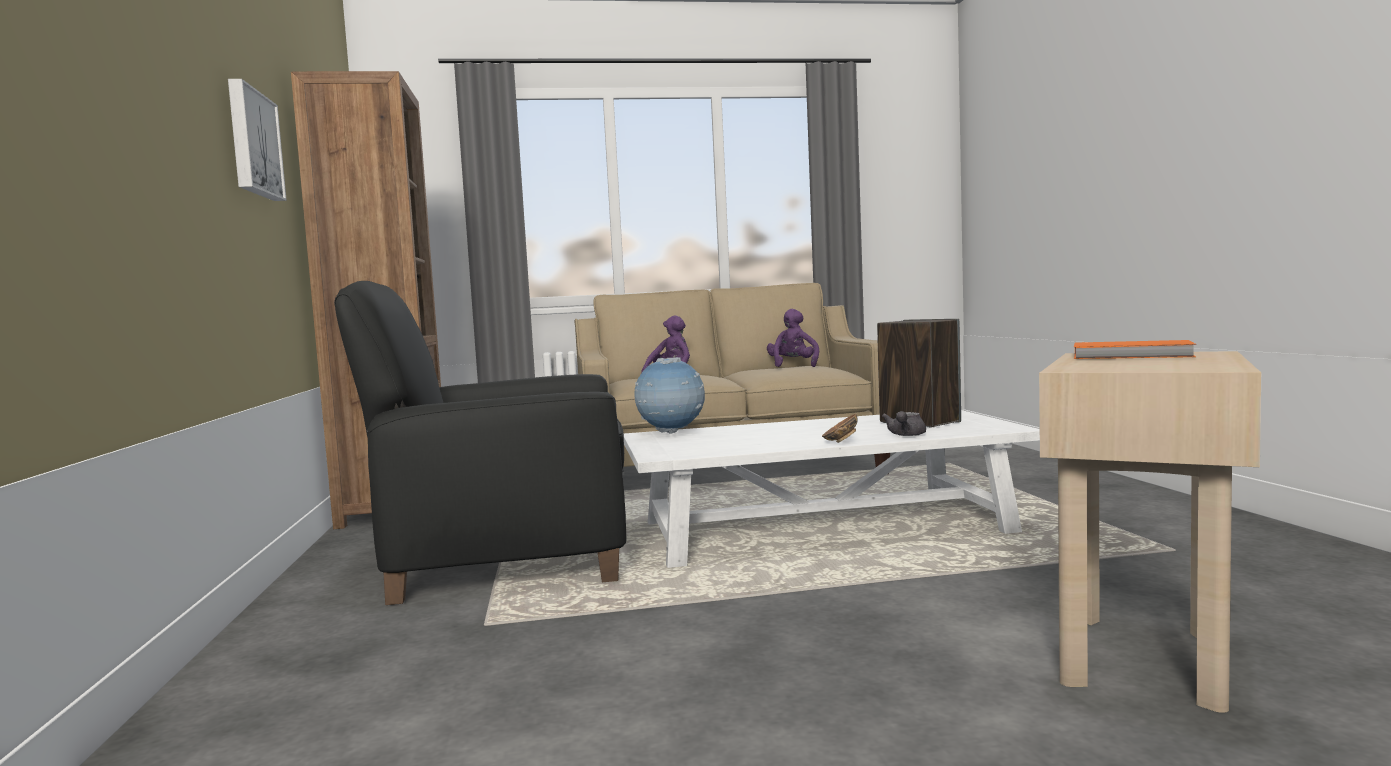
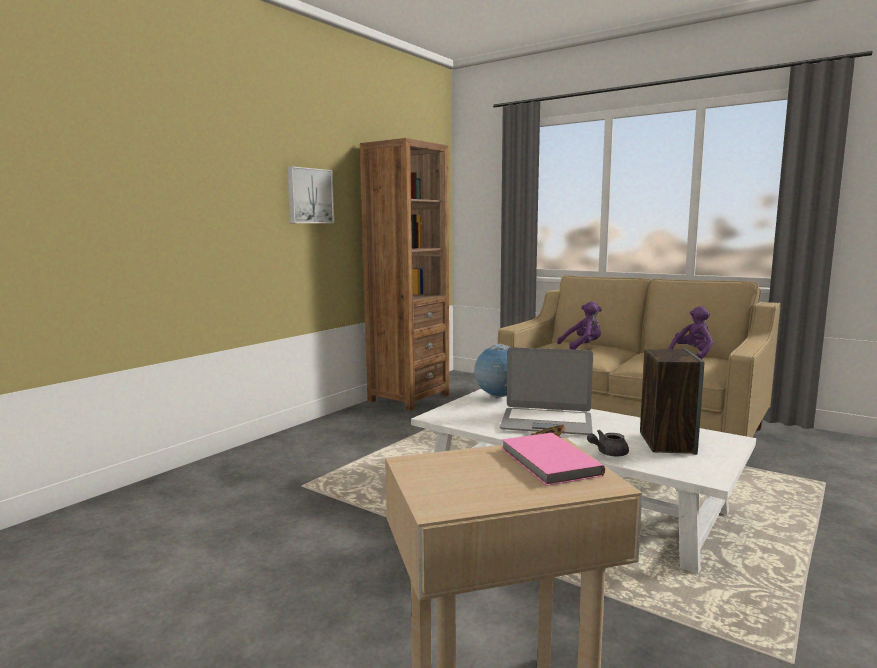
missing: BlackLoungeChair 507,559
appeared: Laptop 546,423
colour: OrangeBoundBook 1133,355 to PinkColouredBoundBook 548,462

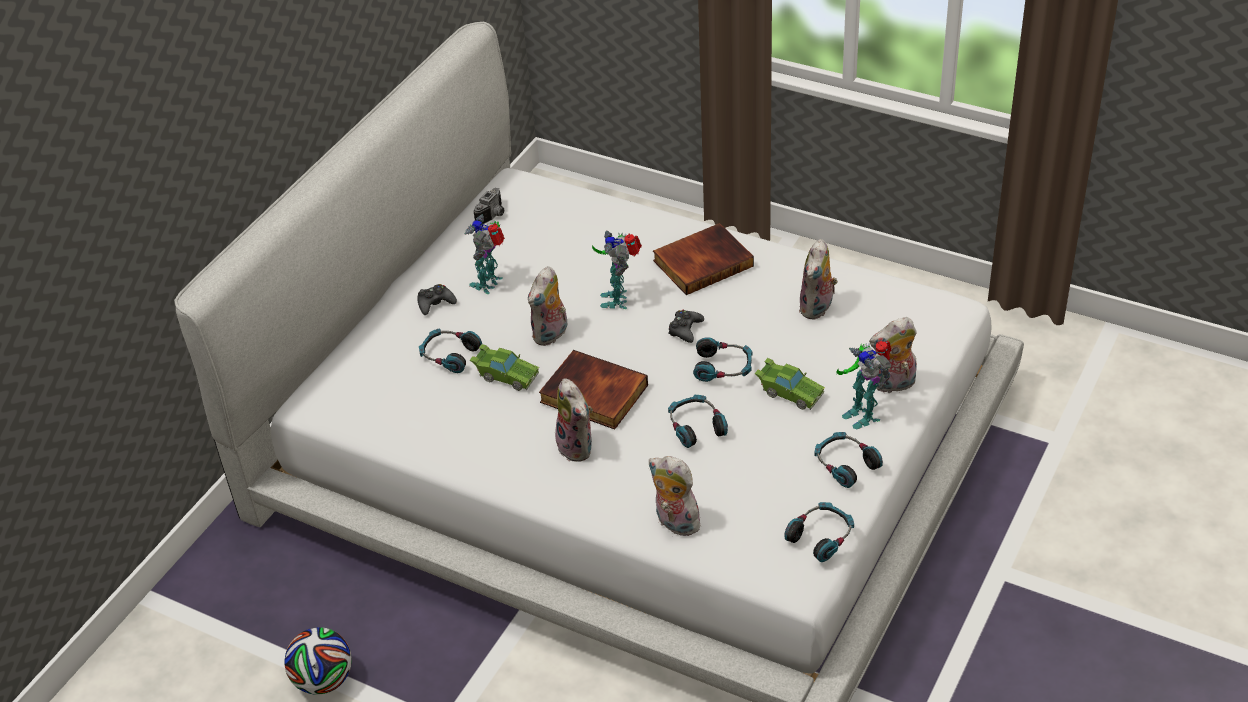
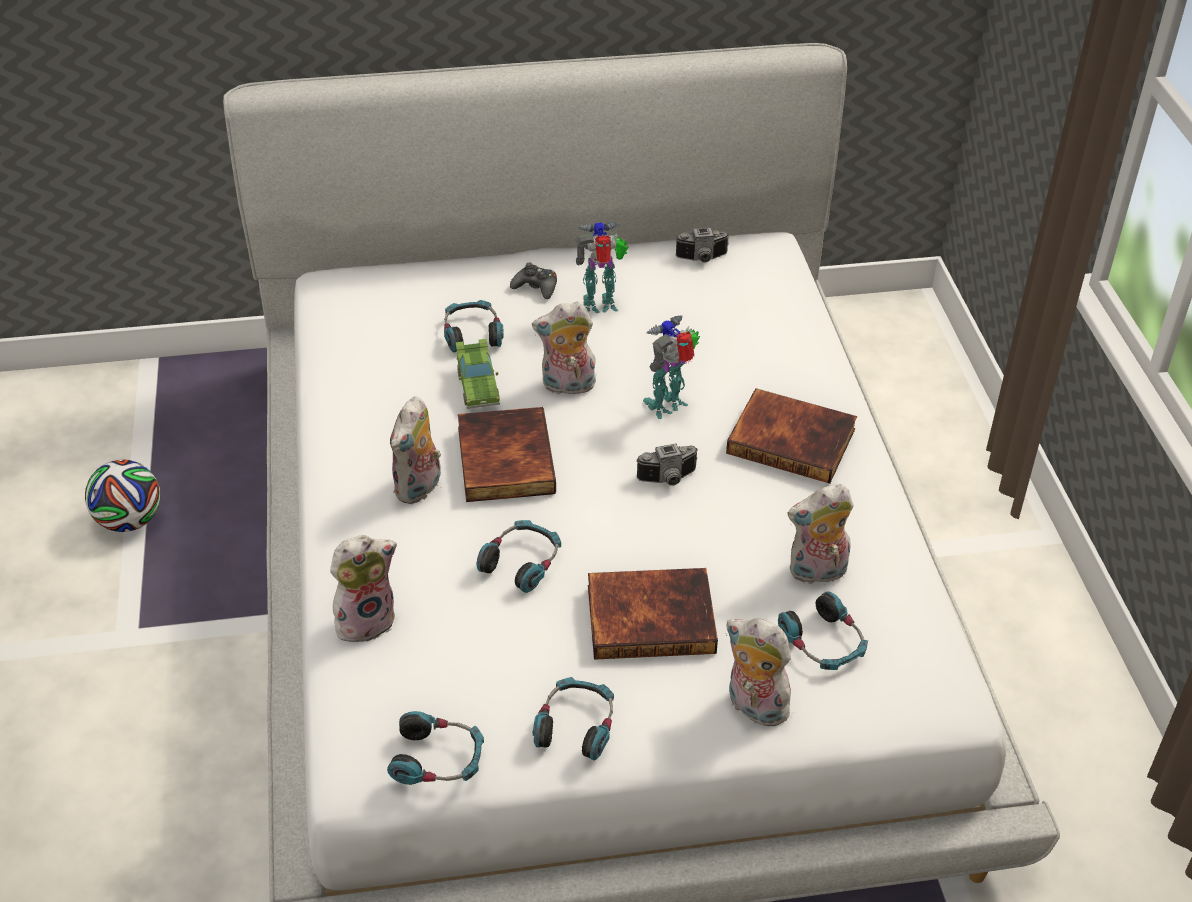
missing: ToyRobot 862,413
relocated: Headphones 723,367 to 823,643
exchanged: GreenishToyCar 789,393 to BoundBook 651,617; BlackGameController 685,330 to StillCamera 669,479
spun: CuddlyToy 674,523 = 366,620 60 degrees clockwise

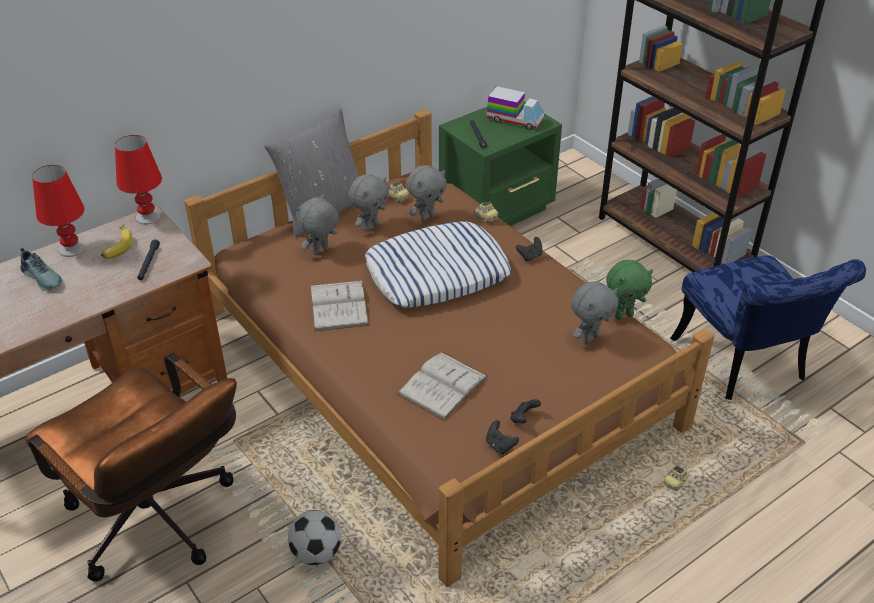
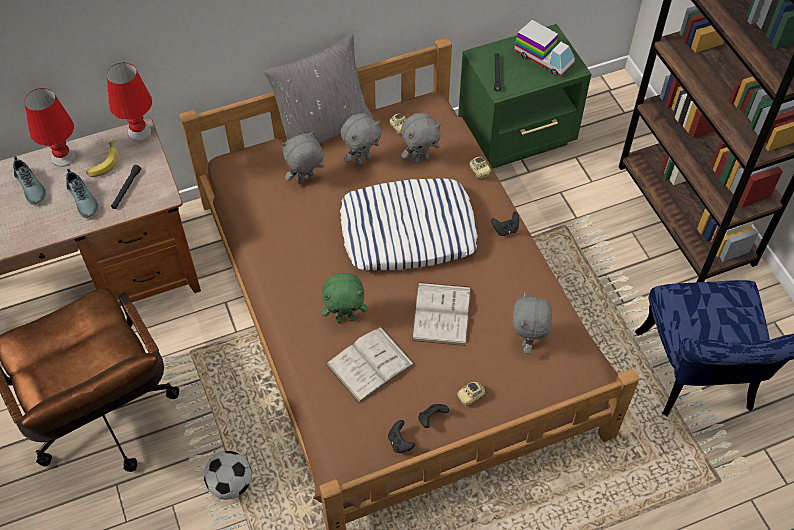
appeared: ItemOfFootwear 84,199
relocated: GreenishCuddlyToy 623,315 to 345,318; WhitishBoundBook 338,305 to 441,313; ToyCar 675,482 to 471,396
spun: GreyishCuddlyToy 589,338 = 527,342 120 degrees clockwise

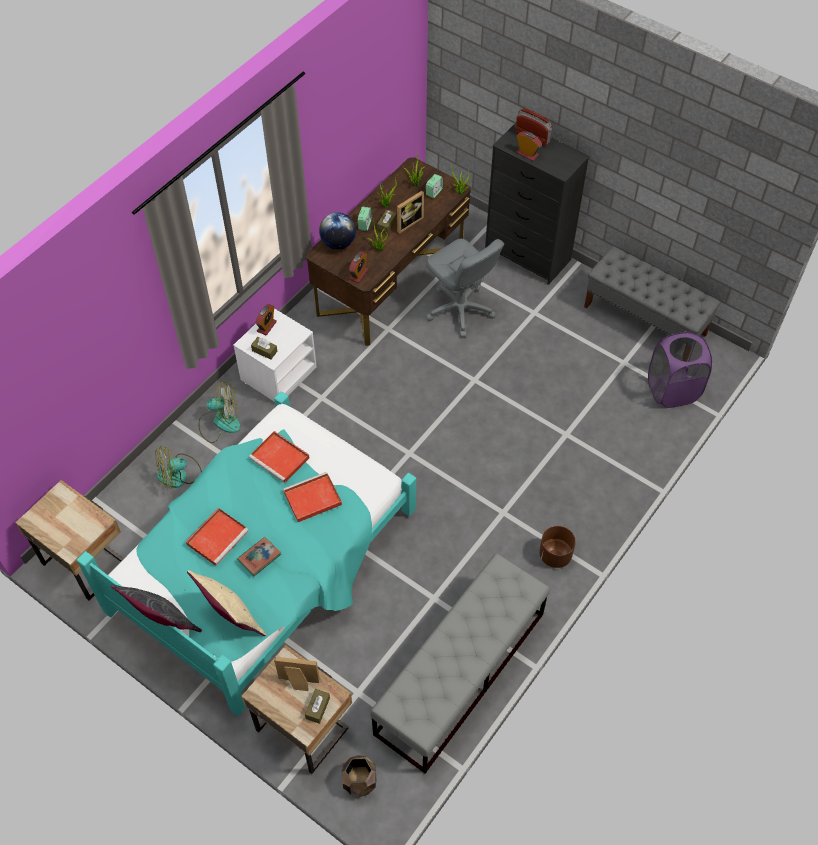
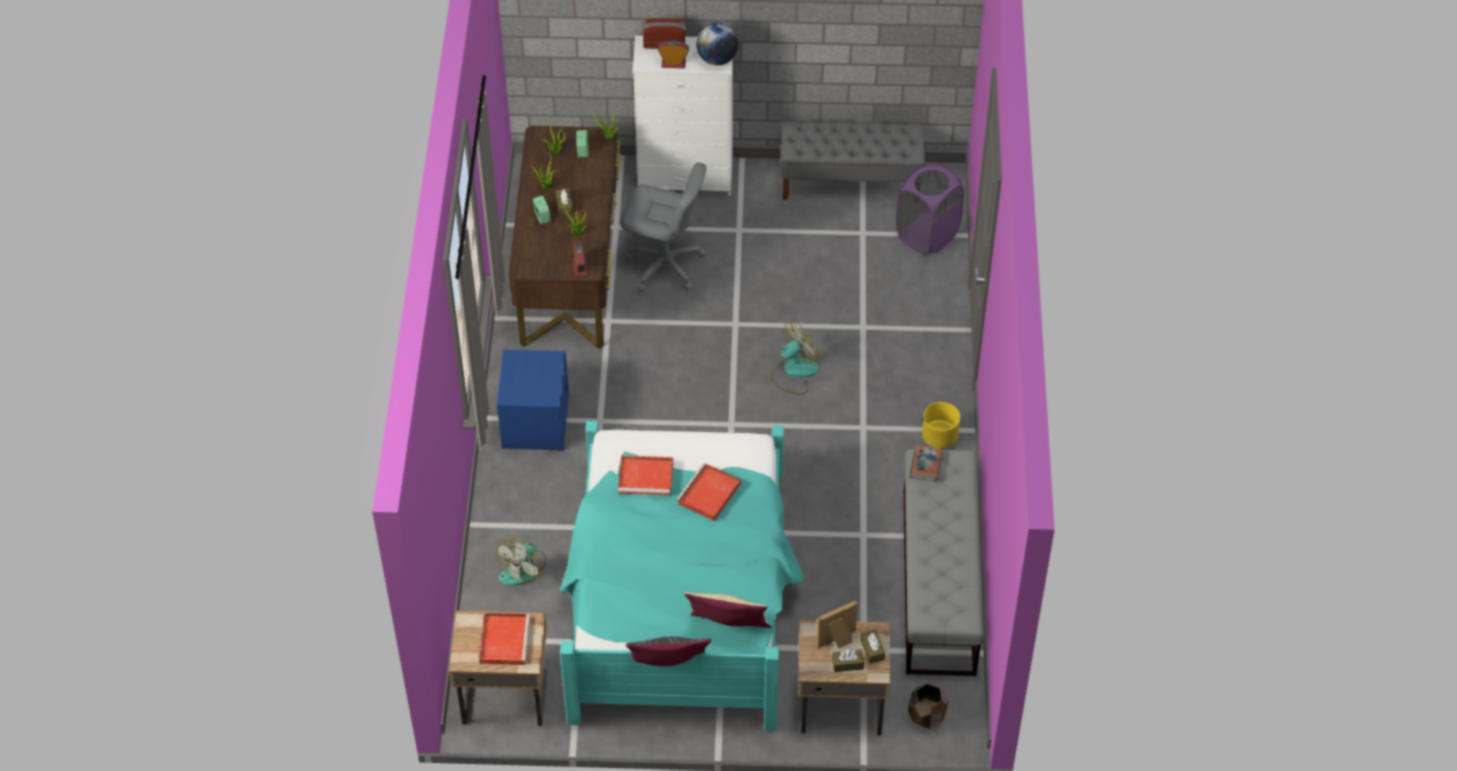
missing: TableClock 266,326; PhotoFrame 408,222
relocated: ReddishCarryingTray 218,537 to 504,639; Globe 338,243 to 717,59; Fan 220,422 to 794,372; BrownTissueBox 264,351 to 847,664; BoundBook 259,557 to 926,465
colour: WhitishNightTable 278,373 to BluishNightTable 534,421; BlackDrawerChest 528,255 to WhitishDrawerChest 686,176; BrownPlanter 555,555 to YellowColouredPlanter 939,437

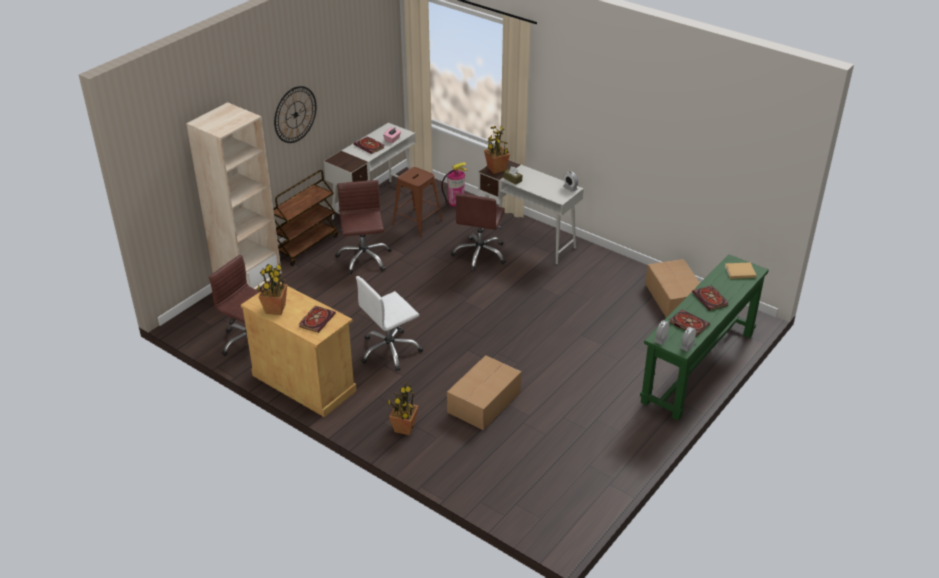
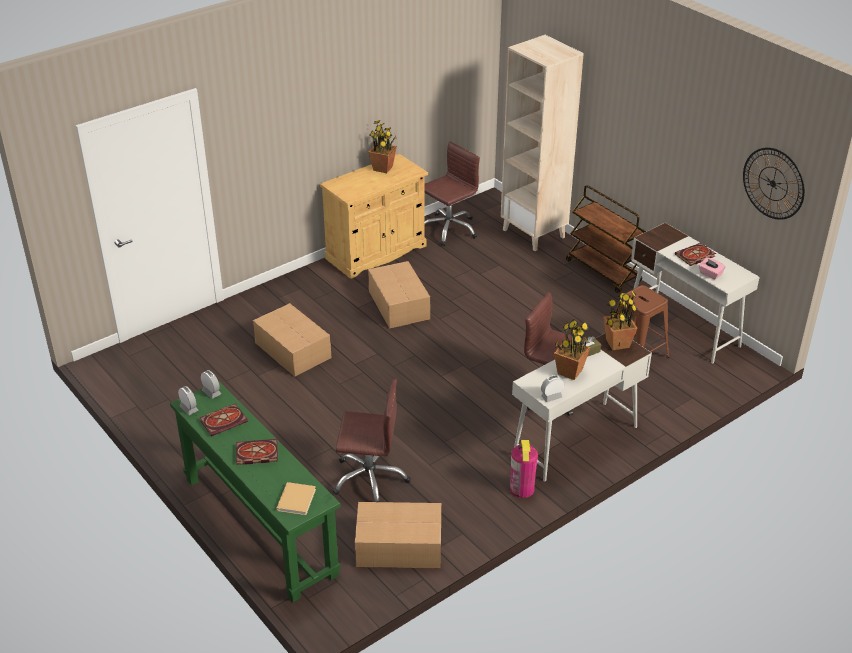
missing: BoundBook 317,320
relocated: BrownOfficeChair 363,258 to 370,478; FireFightingCylinder 456,202 to 522,489; PottedPlant 404,428 to 569,371; HangingClock 295,114 to 773,183
exchanged: WhitishOfficeChair 390,351 to CardboardBox 399,304

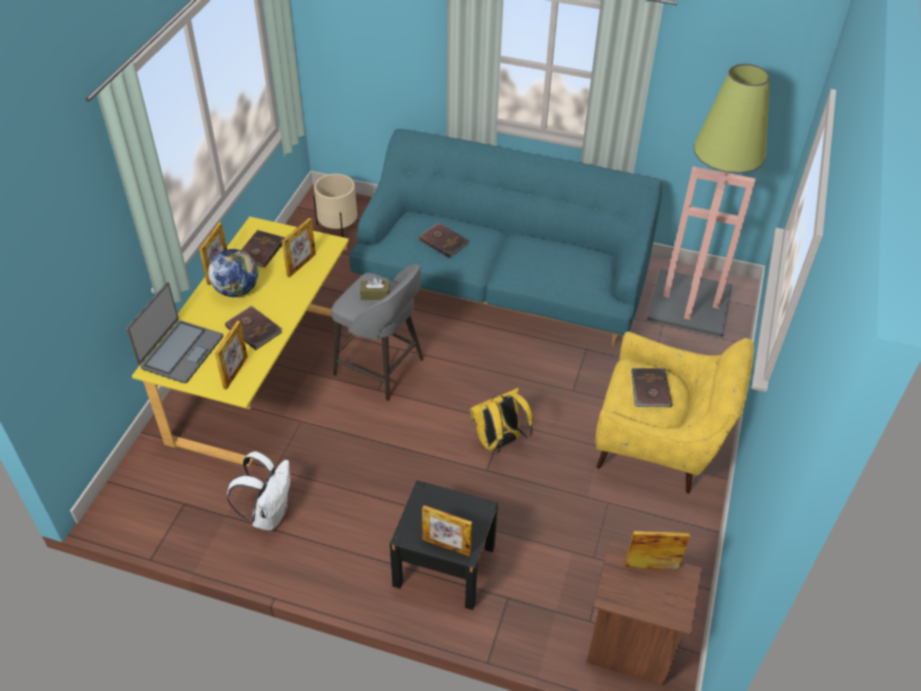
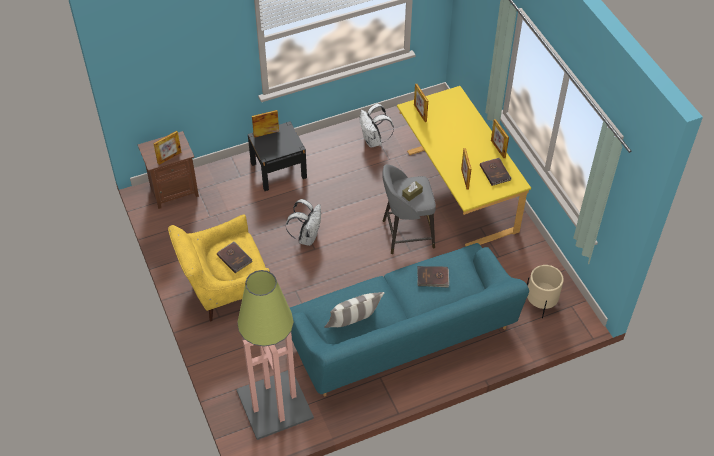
missing: Laptop 181,352; Globe 237,290; BrownBoundBook 254,329
appeared: ThrowPillow 353,324
colour: YellowColouredRucksack 499,442 to WhitishRucksack 307,237

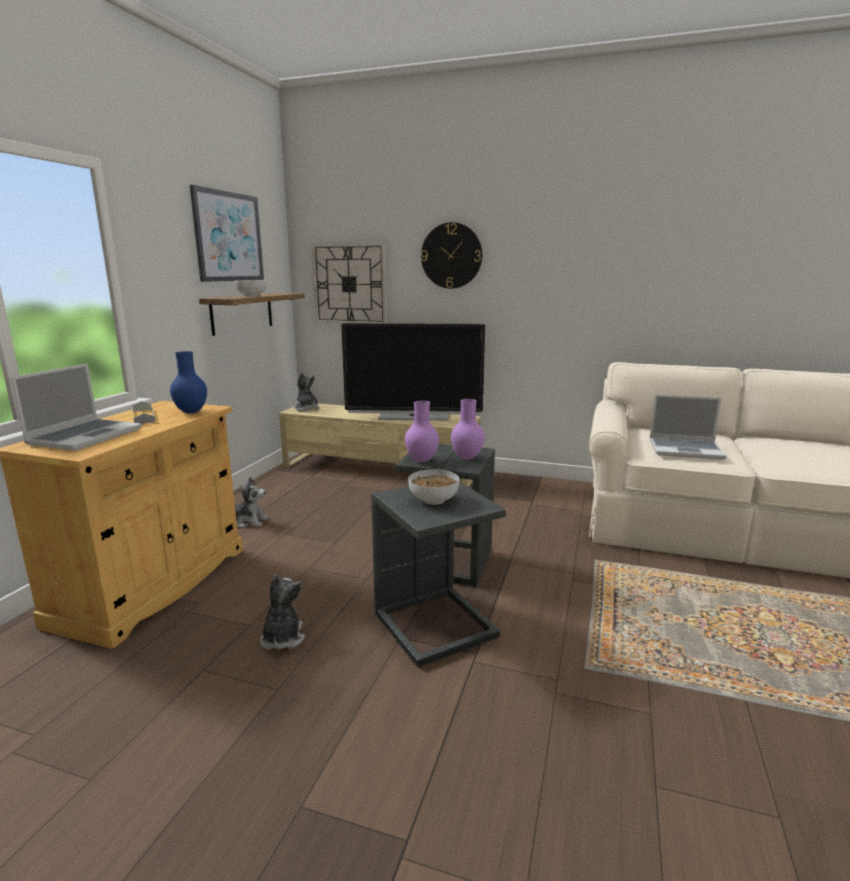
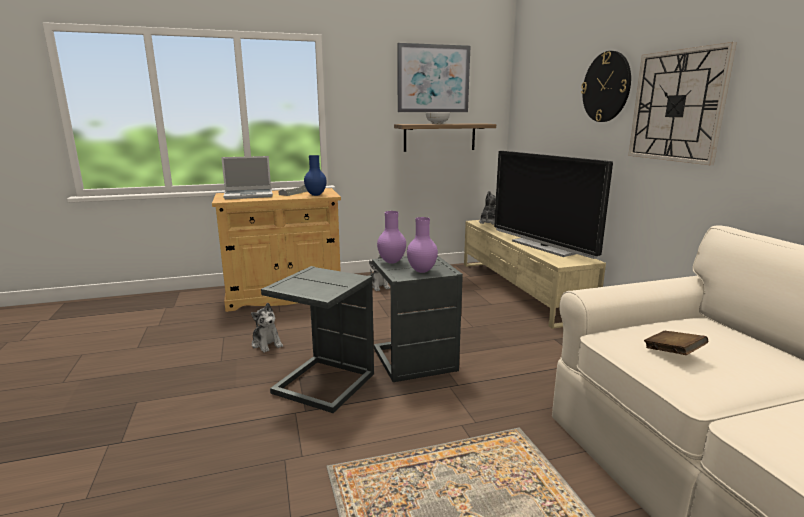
missing: Bowl 433,500
relocated: HangingClock 349,284 to 677,106
exchanged: Laptop 686,450 to BrownBoundBook 672,353
spun: CuddlyToy 282,638 = 267,344 90 degrees clockwise

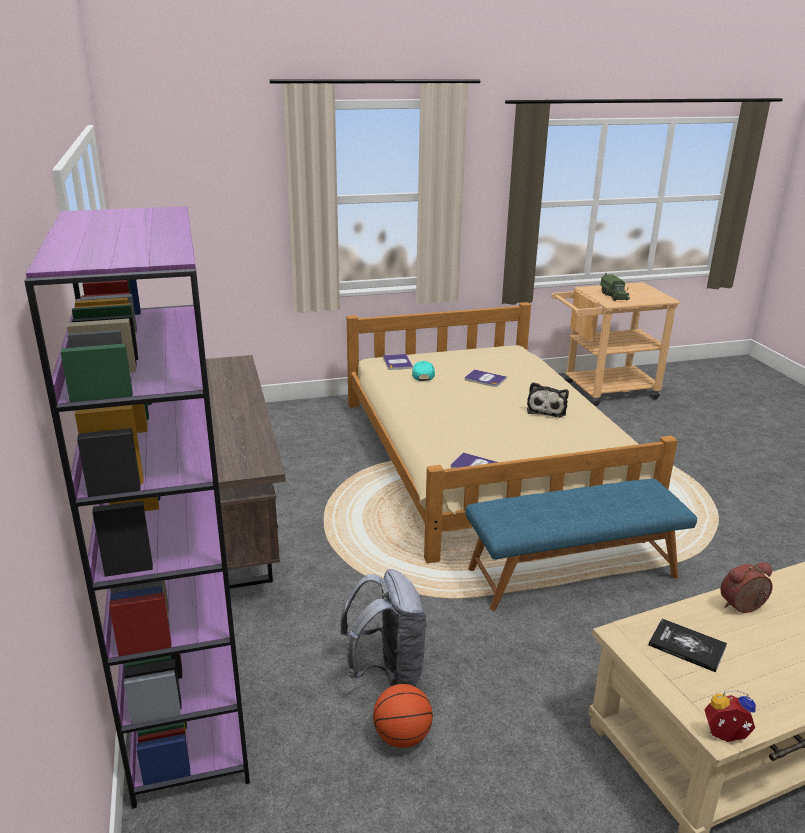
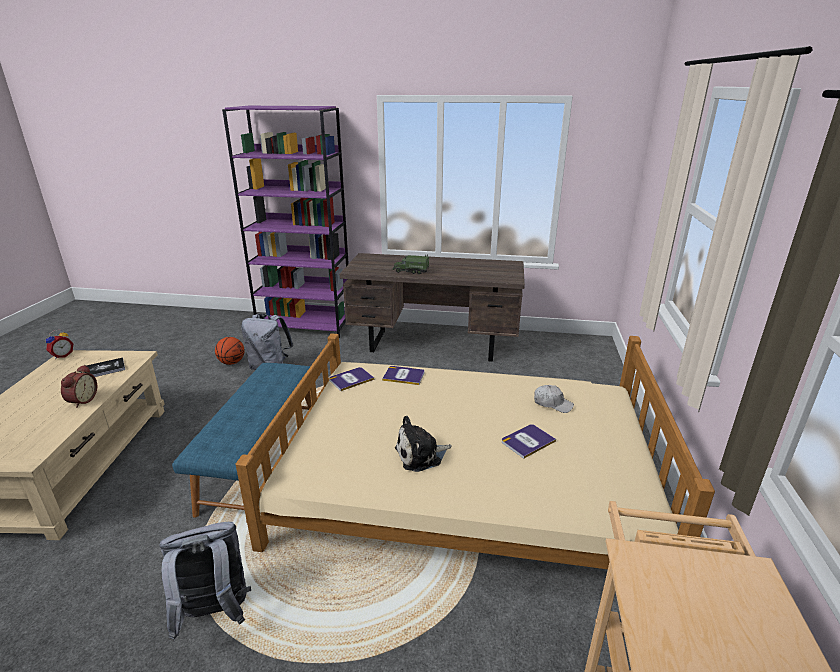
appeared: GreyishRucksack 214,614
relocated: BoundBook 397,362 to 404,376; ModelTruck 614,296 to 410,271
colour: TurquoiseCap 423,376 to WhitishCap 552,403
spun: CuddlyToy 547,409 = 421,455 60 degrees counterclockwise

